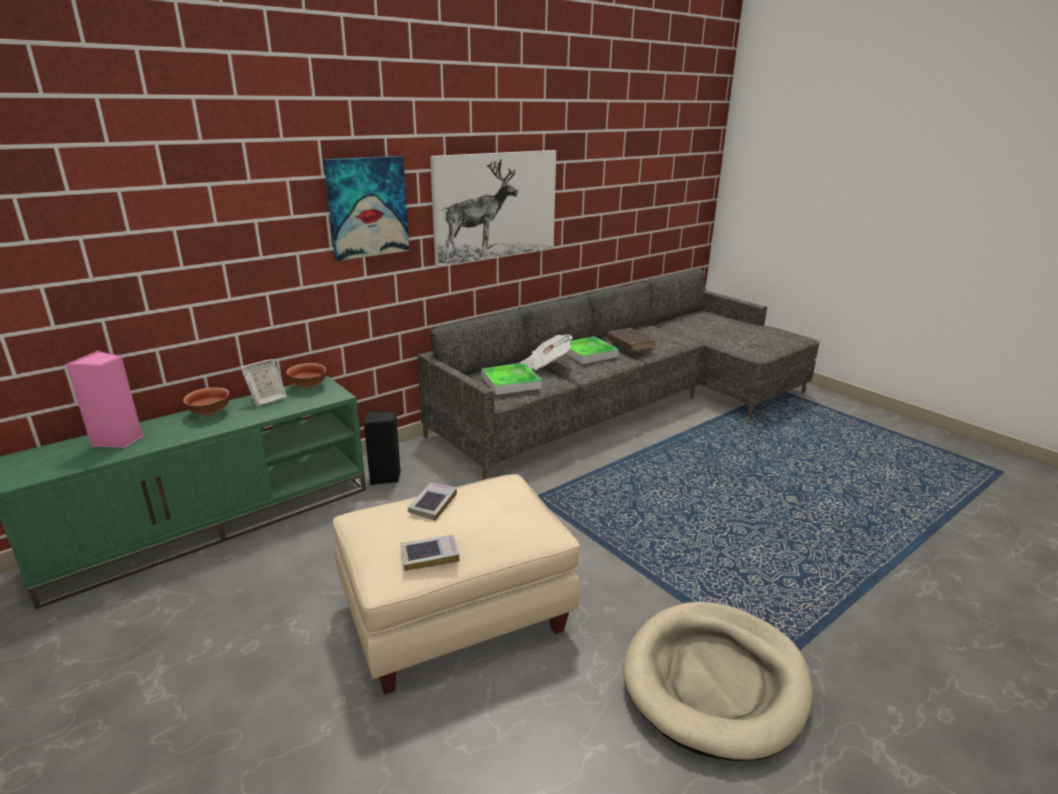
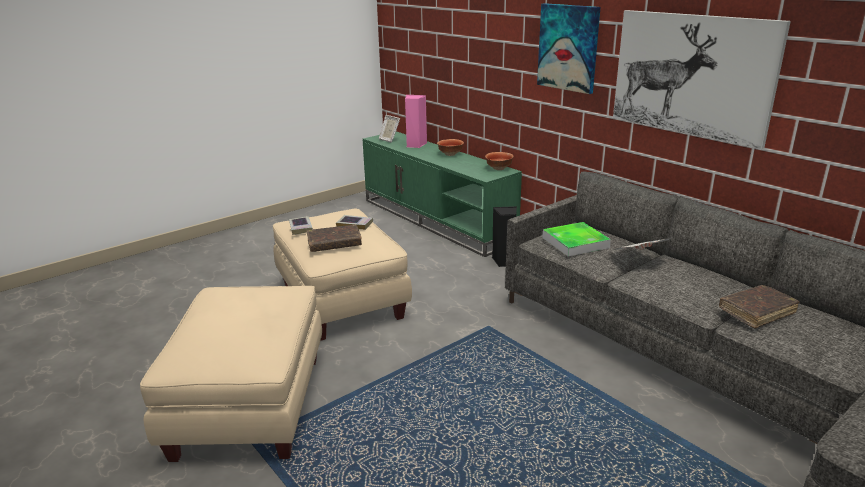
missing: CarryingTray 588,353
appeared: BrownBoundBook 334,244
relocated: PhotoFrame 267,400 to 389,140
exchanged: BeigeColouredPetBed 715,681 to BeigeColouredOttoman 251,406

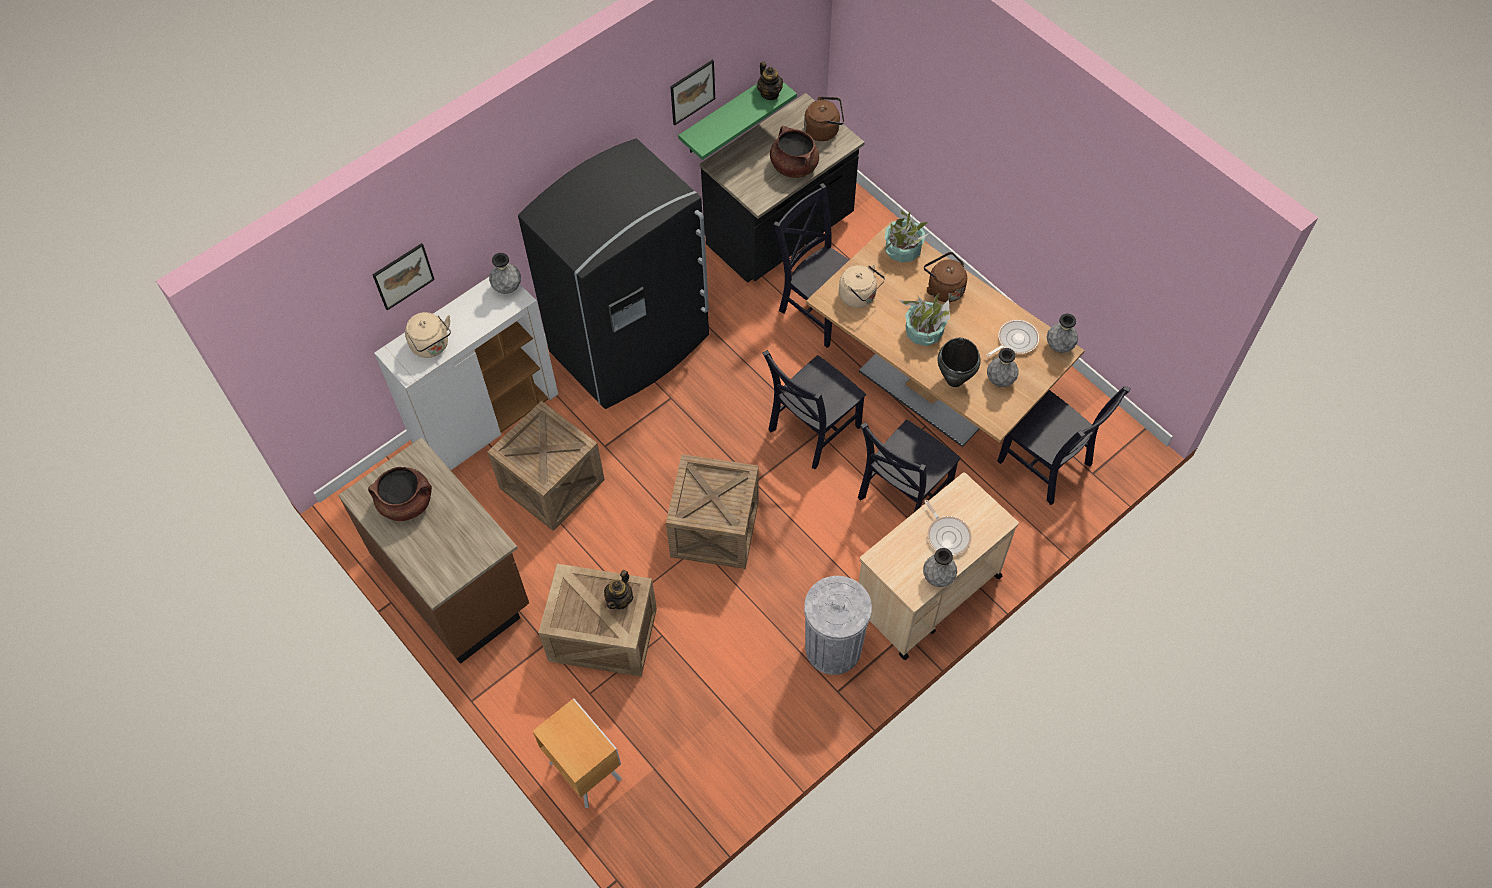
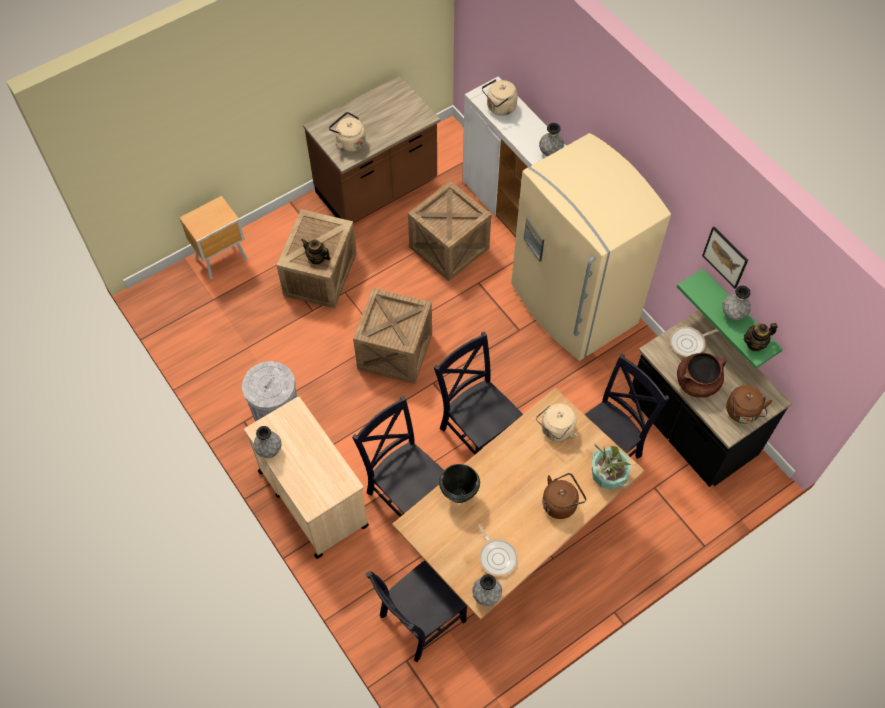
missing: BrownStockpot 406,503; Picture 403,276; PottedPlant 924,332
appeared: BeigeColouredKettle 349,142
relocated: FryingPan 947,535 to 689,343; GreyishFlowerVase 1000,380 to 733,314
colour: BlackRefrigerator 631,346 to BeigeColouredRefrigerator 572,305

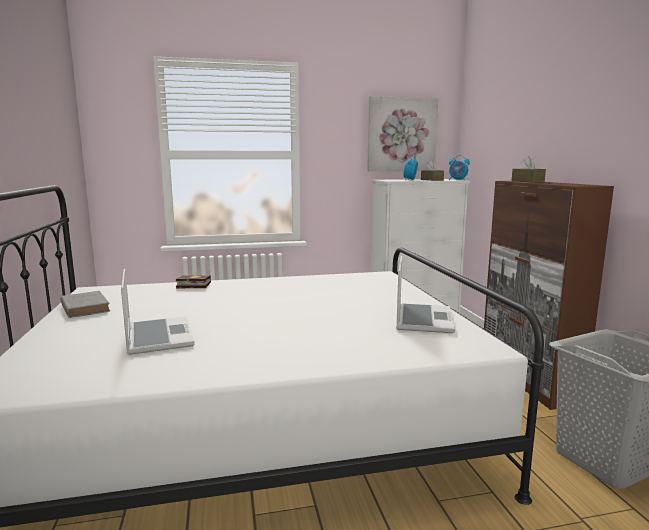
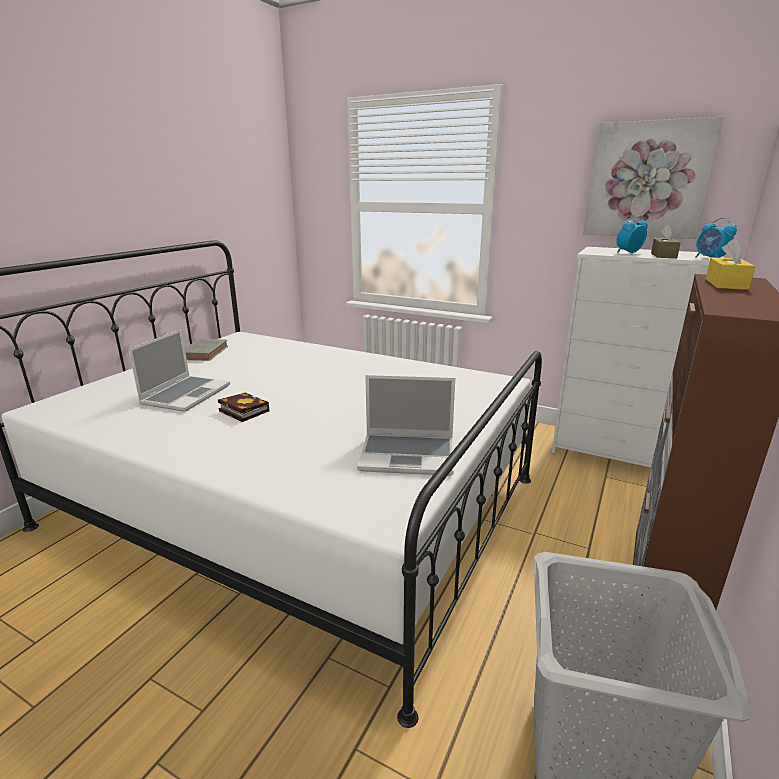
relocated: BoundBook 192,285 to 242,411
colour: BrownTissueBox 527,181 to YellowColouredTissueBox 726,284
spun: Laptop 422,319 = 408,455 45 degrees clockwise

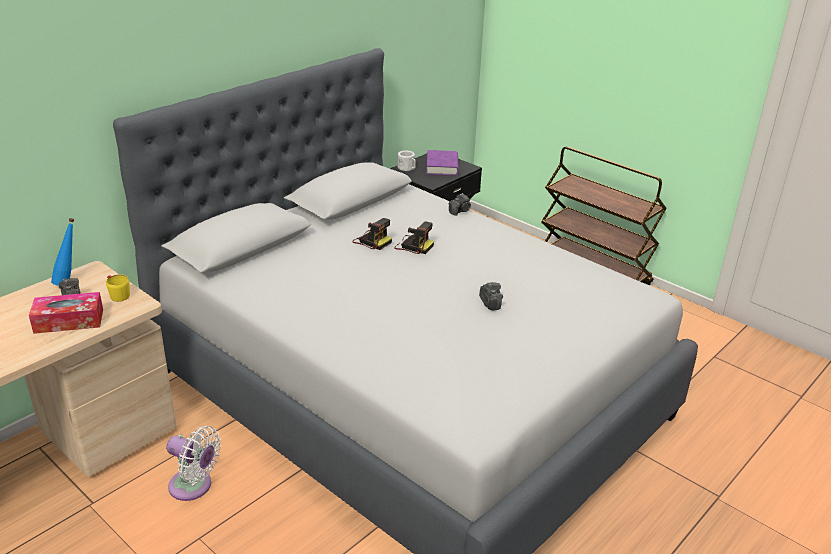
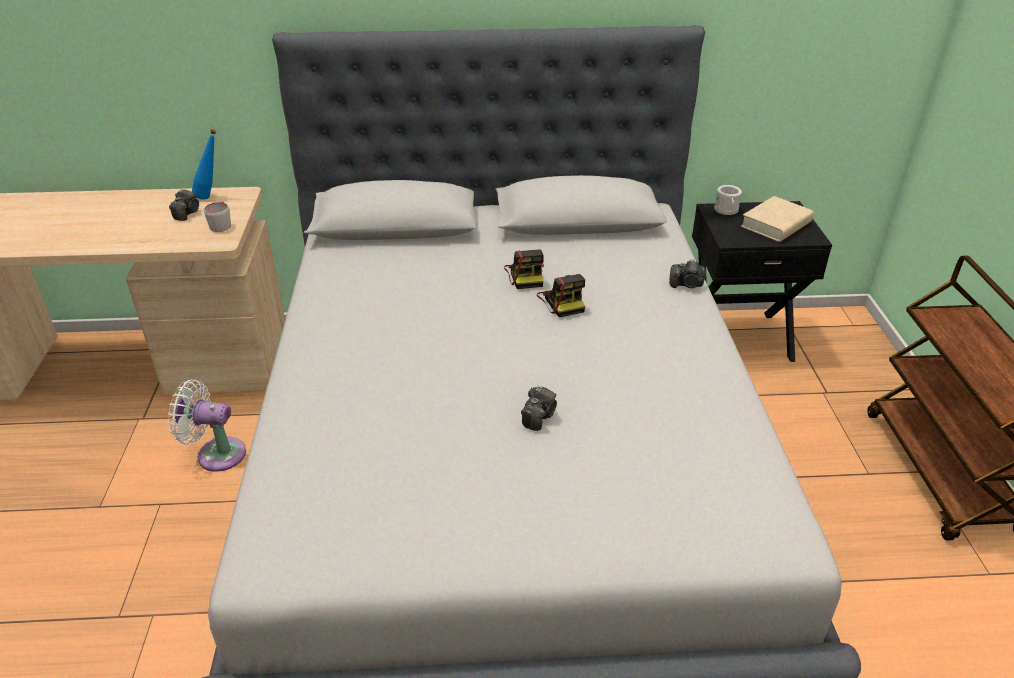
missing: TissueBox 69,321
colour: YellowColouredMug 117,294 to GreyishMug 221,224; PurpleColouredBoundBook 442,167 to BeigeColouredBoundBook 776,225
spun: WhitishFan 194,487 = 216,454 120 degrees clockwise

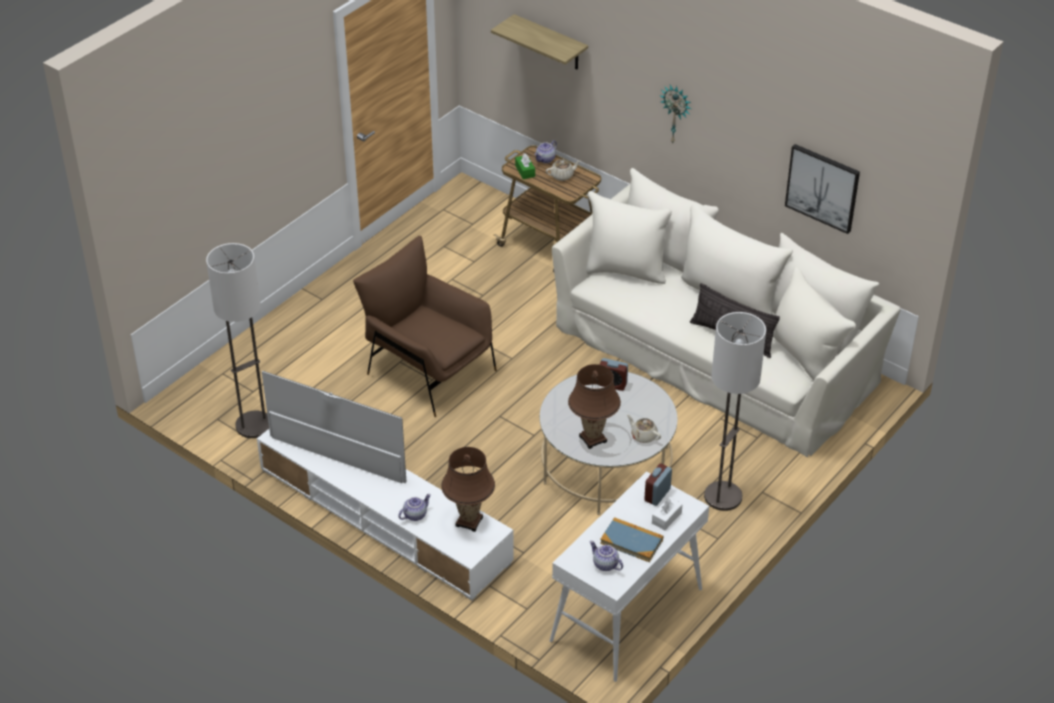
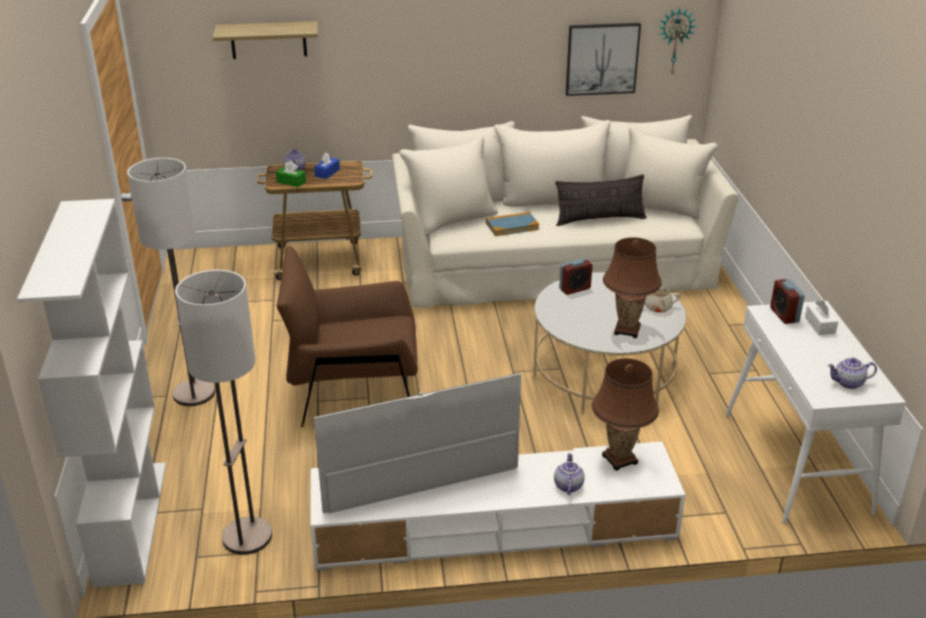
appeared: WhitishBookshelf 130,521
relocated: StandardLamp 723,497 to 194,394; BoundBook 631,541 to 512,226; HangingClock 676,113 to 674,41
exchanged: BeigeColouredTeapot 562,176 to BluishTissueBox 327,173

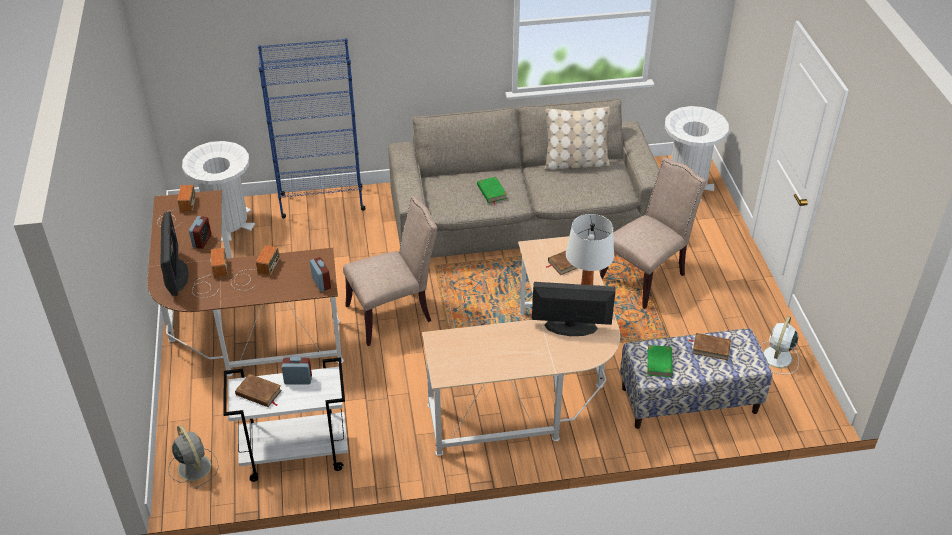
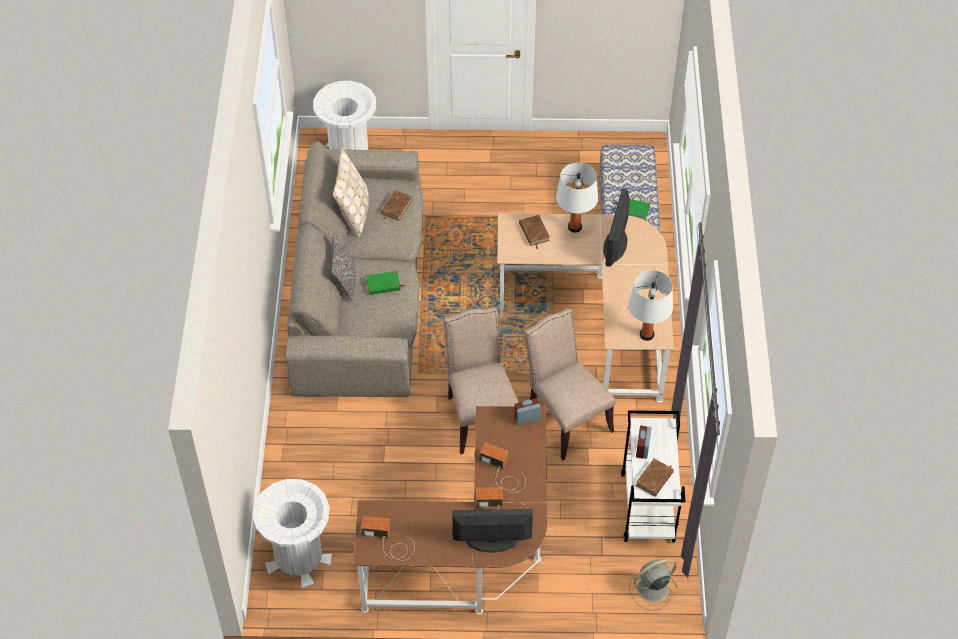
missing: TableClock 202,241; BluishBookshelf 321,202; WhitishFan 777,358
appeared: ThrowPillow 345,281; WhitishTabletopLamp 646,334
relocated: BrownBoundBook 711,348 to 396,207; BeigeColouredPlainChair 646,276 to 565,418

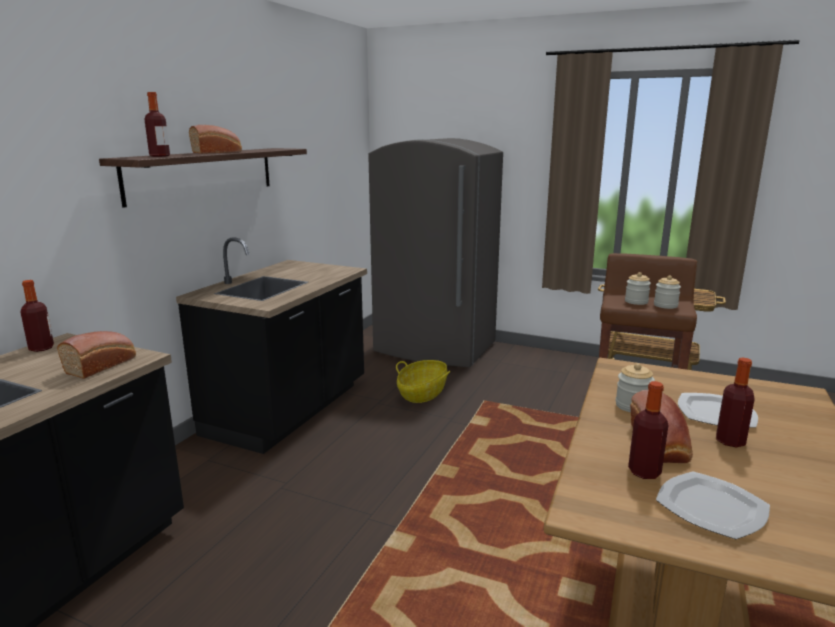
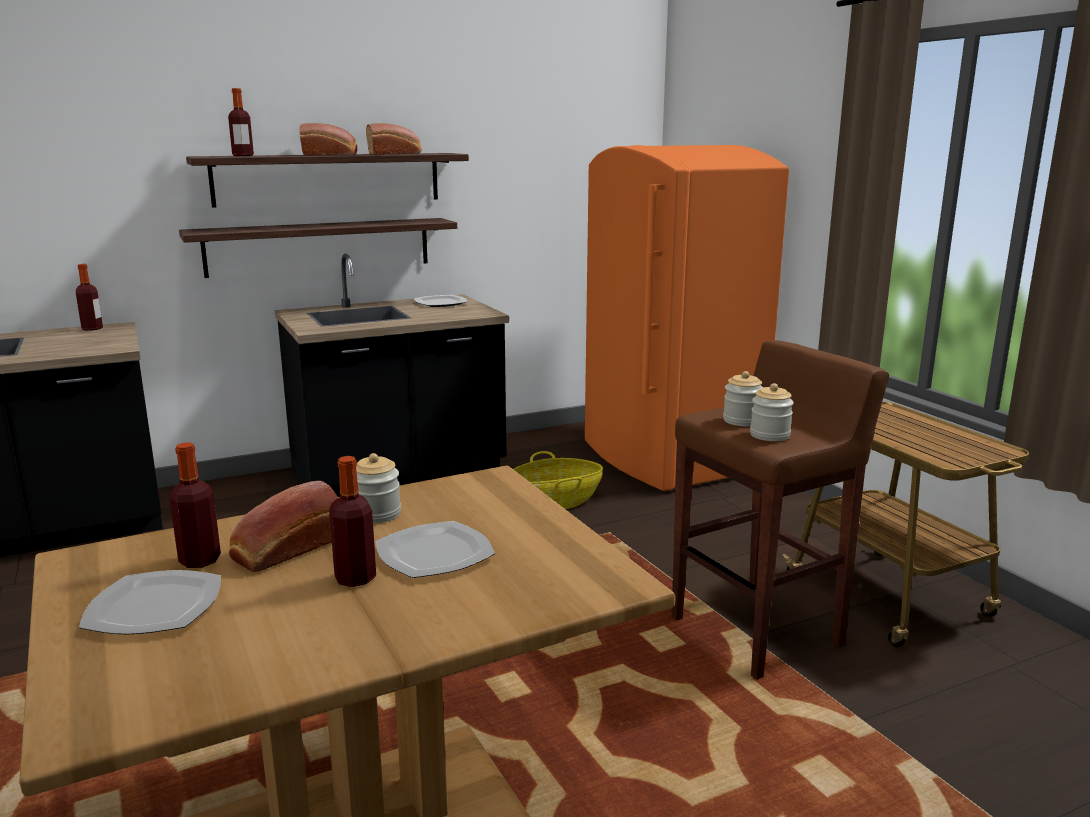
appeared: Shelf 319,246; FlatDish 440,303
relocated: BakeryBread 103,365 to 395,154
colour: GreyishRefrigerator 435,348 to OrangeRefrigerator 668,459

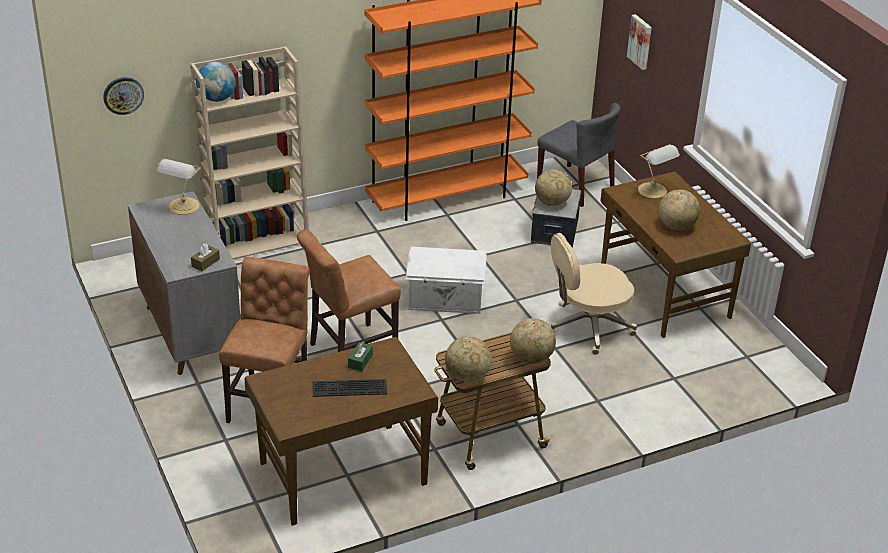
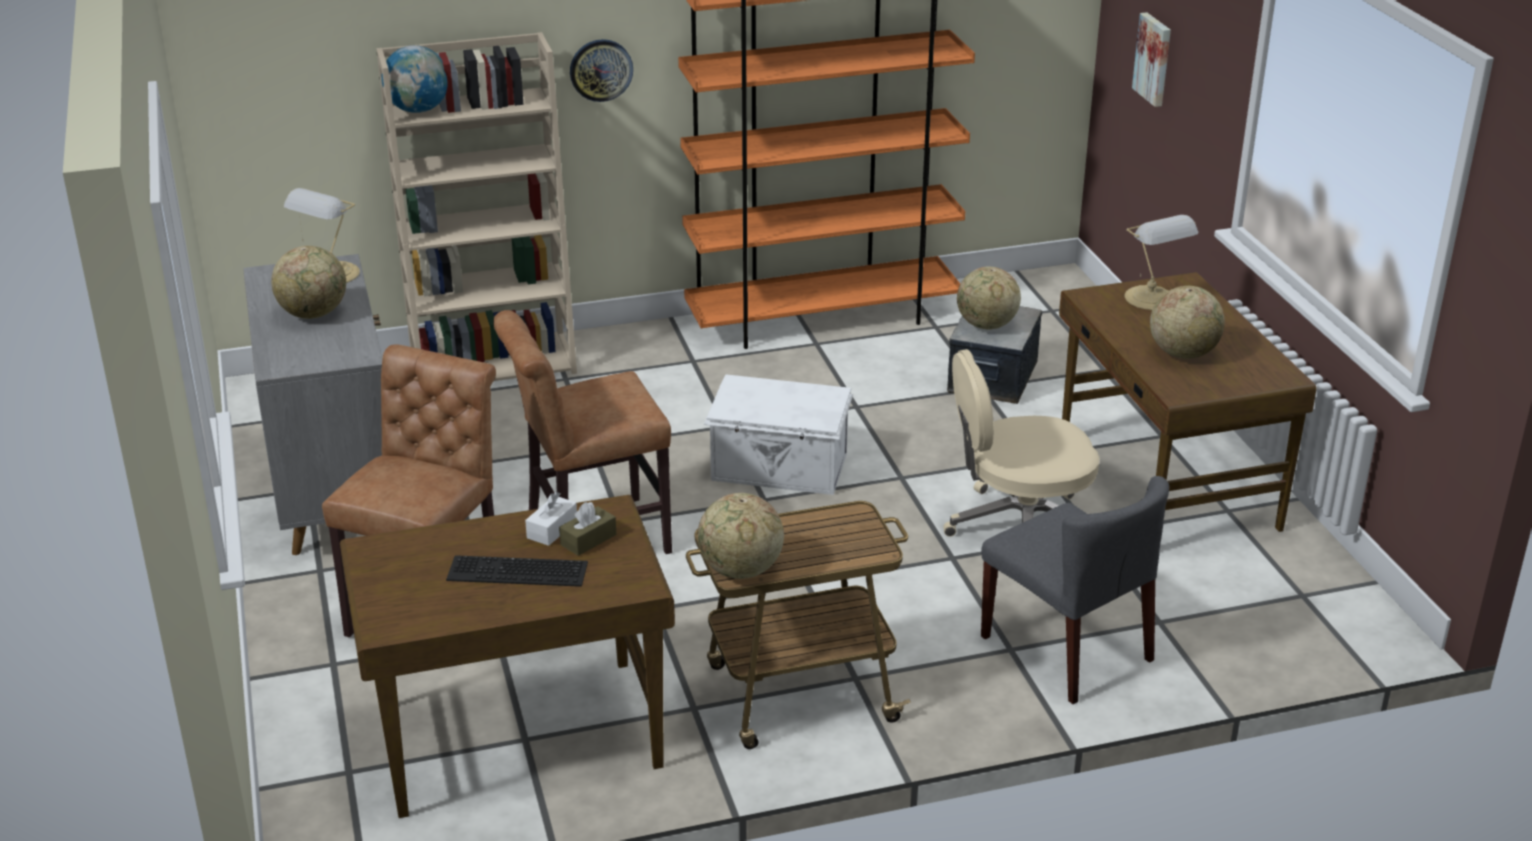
relocated: Globe 531,358 to 314,314; BrownTissueBox 205,262 to 588,540; HangingClock 123,95 to 601,70; GreyishPlainChair 575,185 to 1067,649
colour: GreenishTissueBox 360,361 to WhitishTissueBox 552,529

